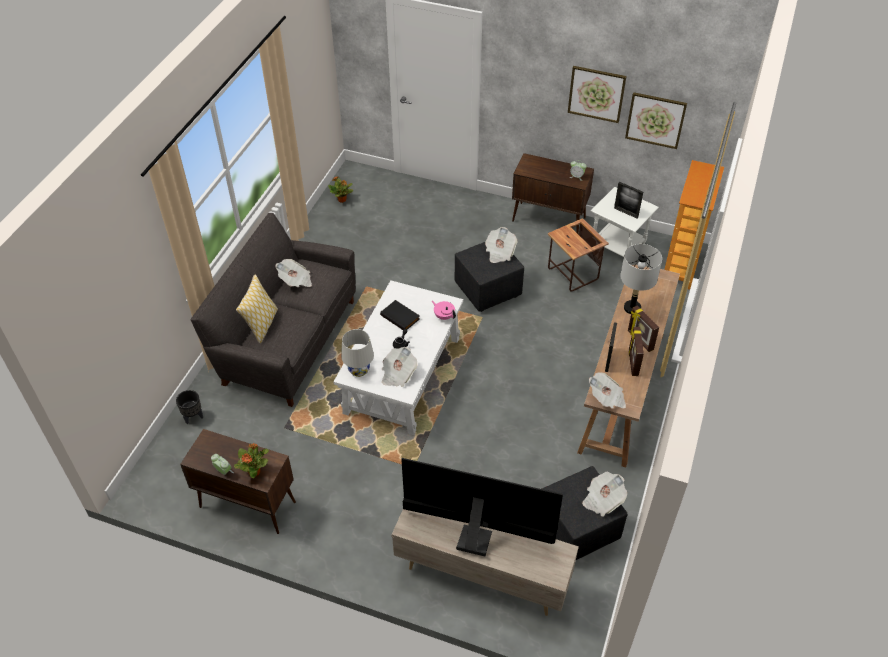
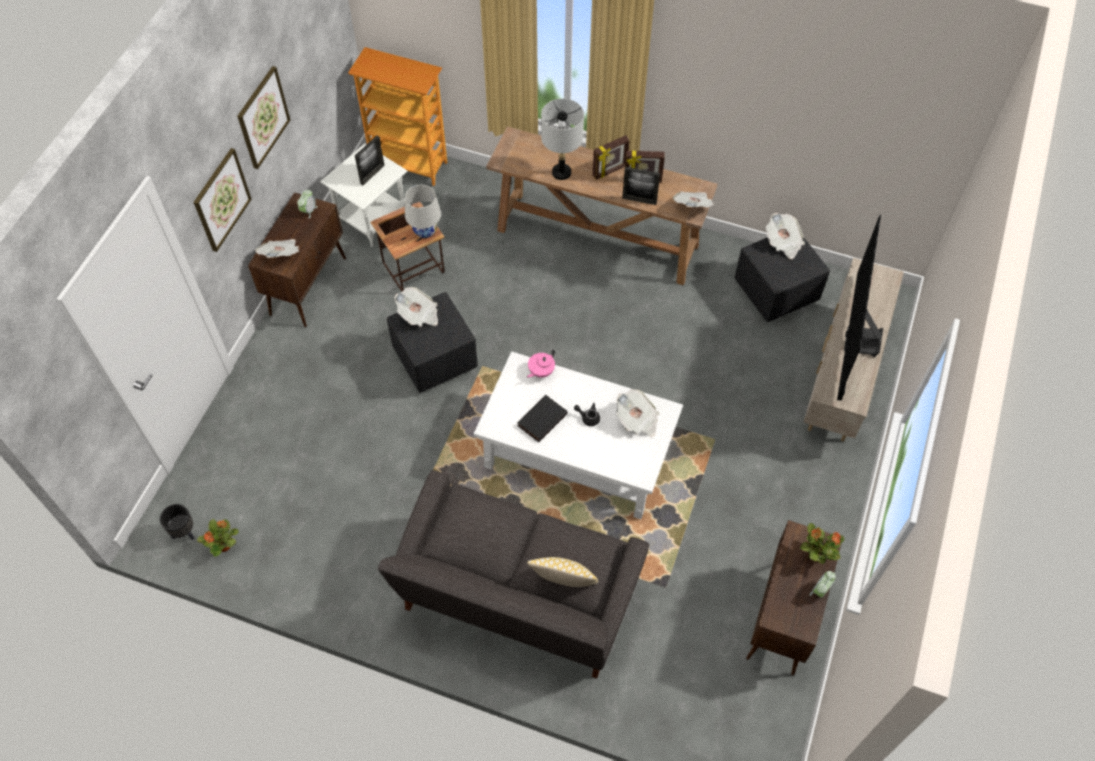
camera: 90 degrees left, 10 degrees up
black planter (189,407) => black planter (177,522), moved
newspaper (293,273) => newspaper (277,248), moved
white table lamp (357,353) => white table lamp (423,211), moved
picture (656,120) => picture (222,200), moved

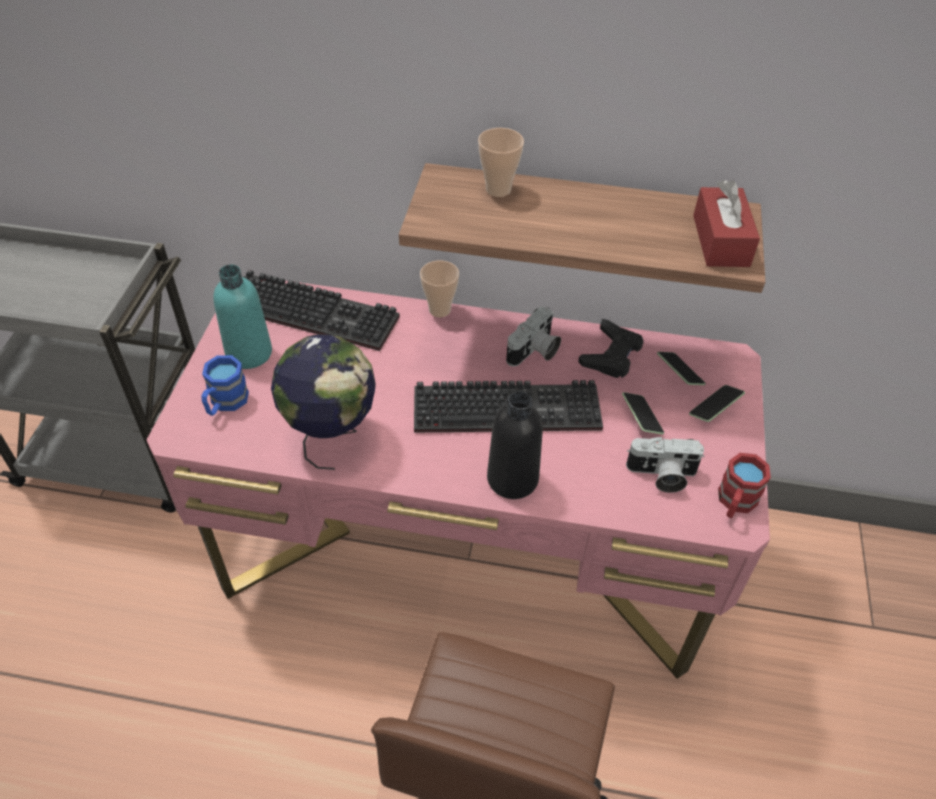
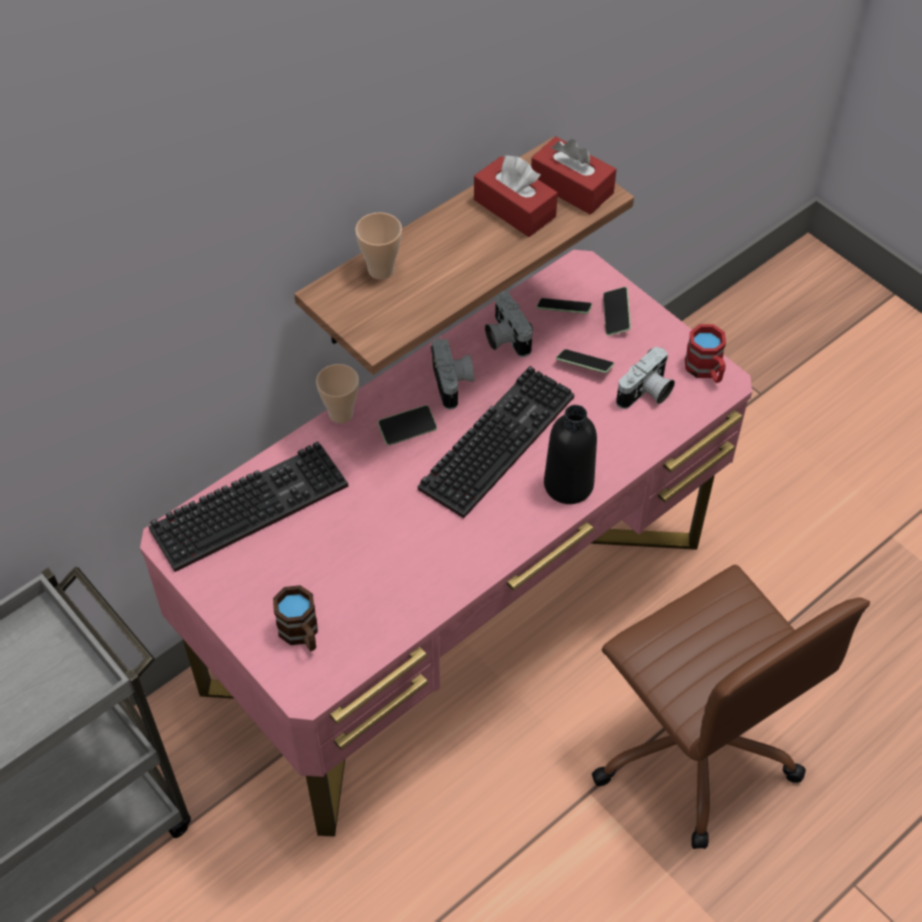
camera: 50 degrees left, 5 degrees up
turquoise bottle (242,316) => nothing
globe (323,402) => nothing
nothing => phone (407,425)
nothing => red tissue box (516,196)
black game controller (610,348) => photo camera (509,324)
blue mug (225,385) => brown mug (295,618)

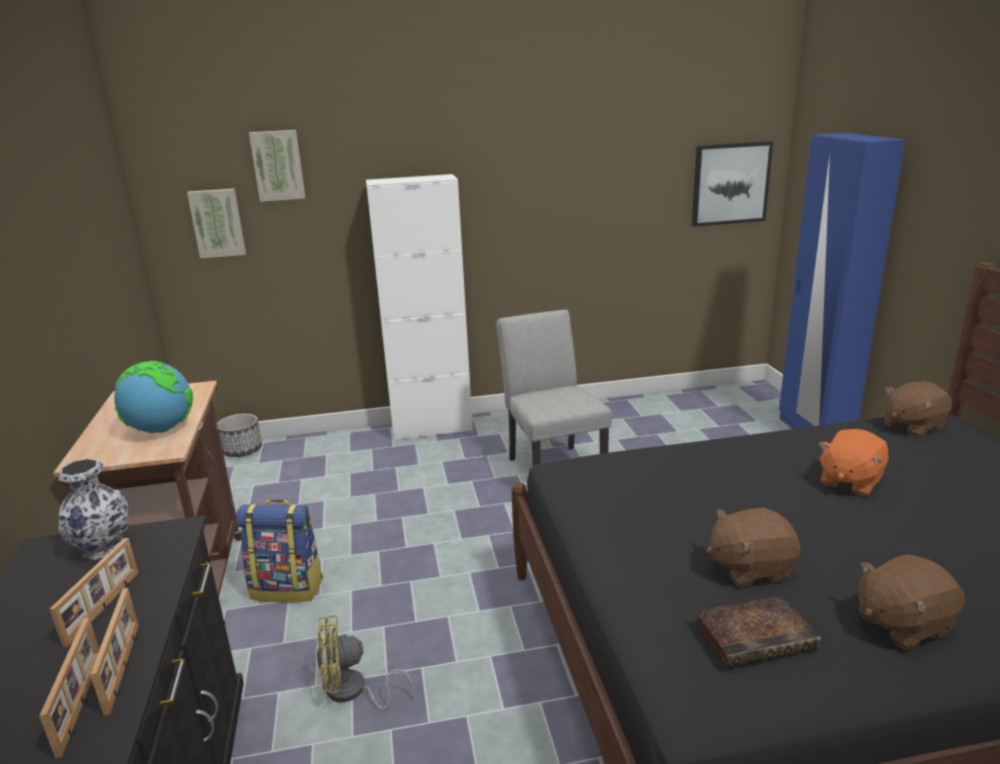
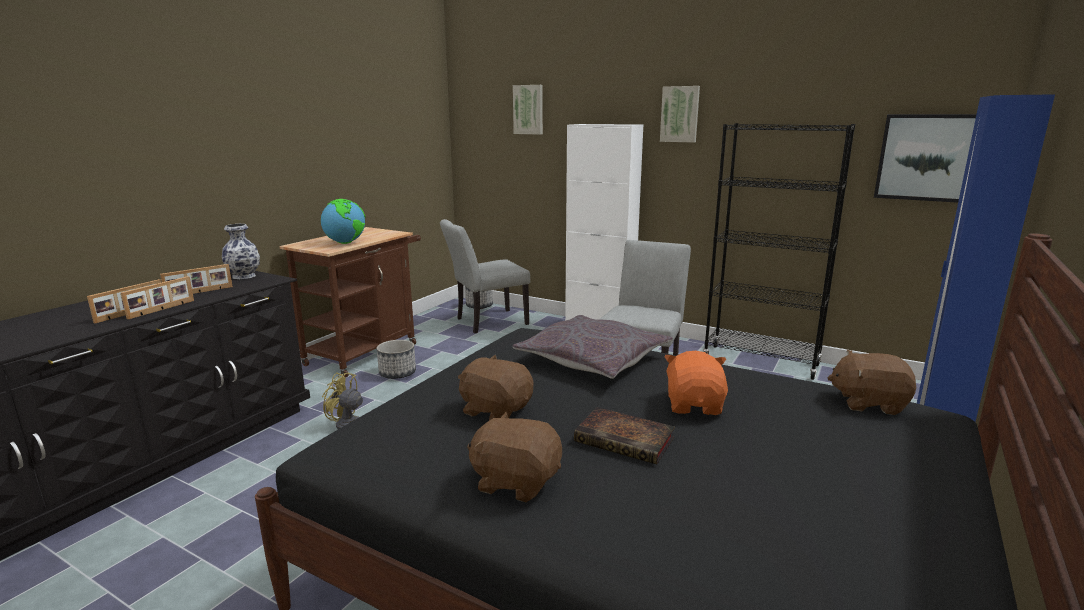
camera: 40 degrees right, 5 degrees down
nothing => grey chair (485,276)
nothing => grey pillow (592,347)
nothing => black bookcase (779,251)
picture (216,224) => picture (680,114), moved
book (757,631) => book (624,435), moved
backpack (279,550) => planter (396,359)
orange plush toy (854,462) => orange plush toy (696,383), 105 degrees clockwise

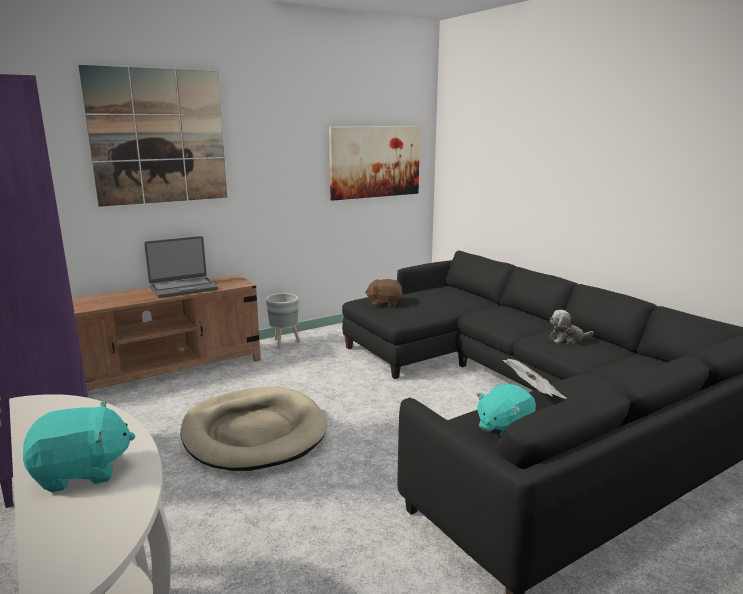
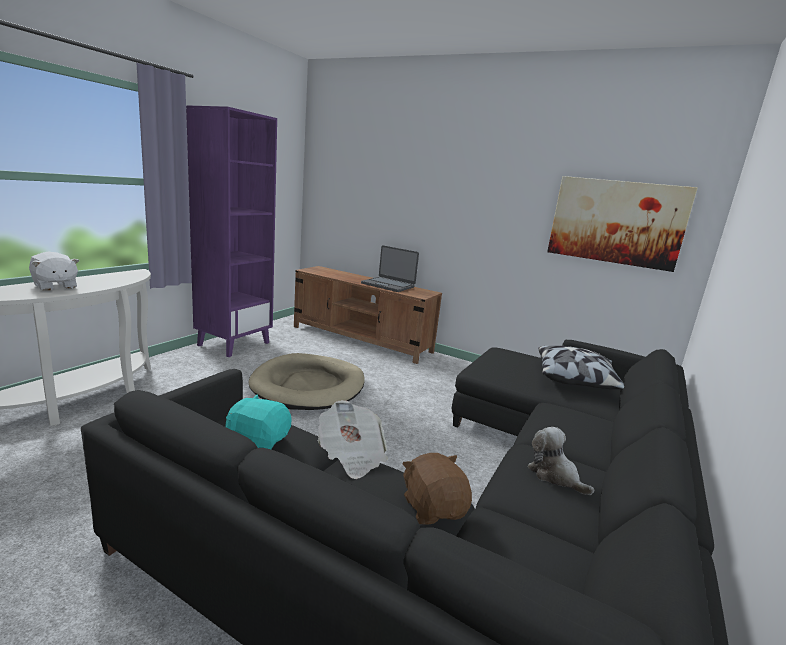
camera: 60 degrees right, 0 degrees up
picture (152,136) => nothing
grey planter (283,321) => nothing
nothing => pillow (581,367)
brown plush toy (384,293) => brown plush toy (437,489), moved
turquoise plush toy (79,446) => white plush toy (54,271)

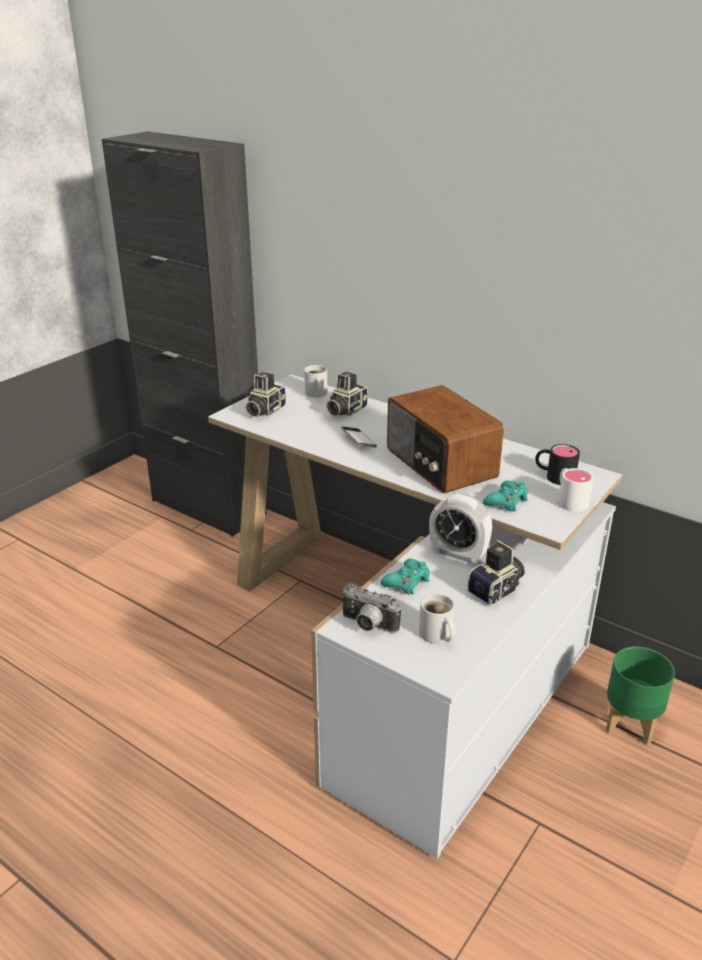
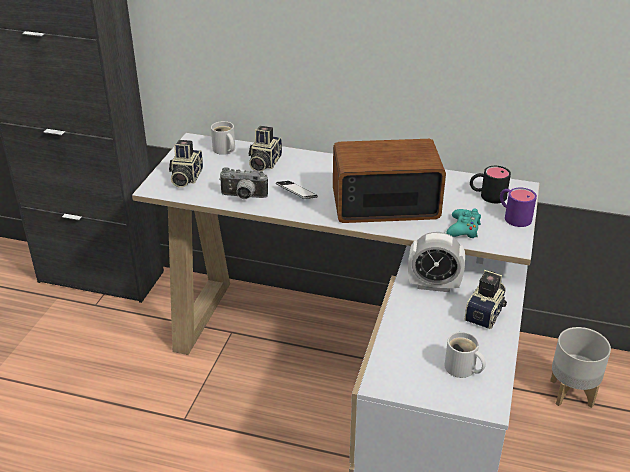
camera: 20 degrees left, 5 degrees up
turquoise game controller (405,576) => nothing
photo camera (371,608) => photo camera (243,183), moved
white mug (576,490) => purple mug (518,207)
green planter (640,695) => grey planter (580,367)
radio (445,439) => radio (389,181), 135 degrees clockwise

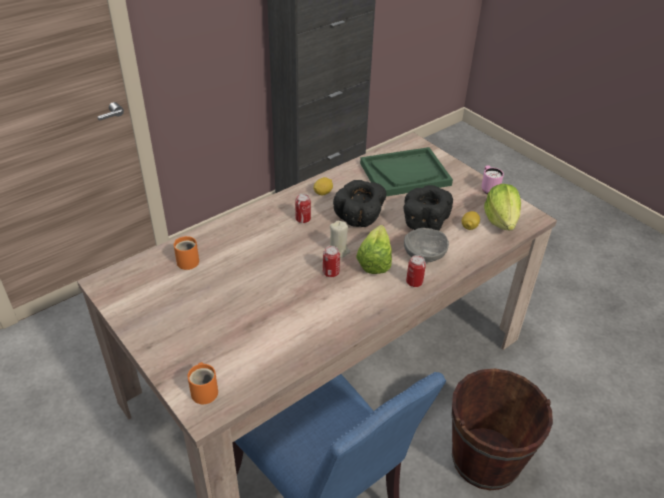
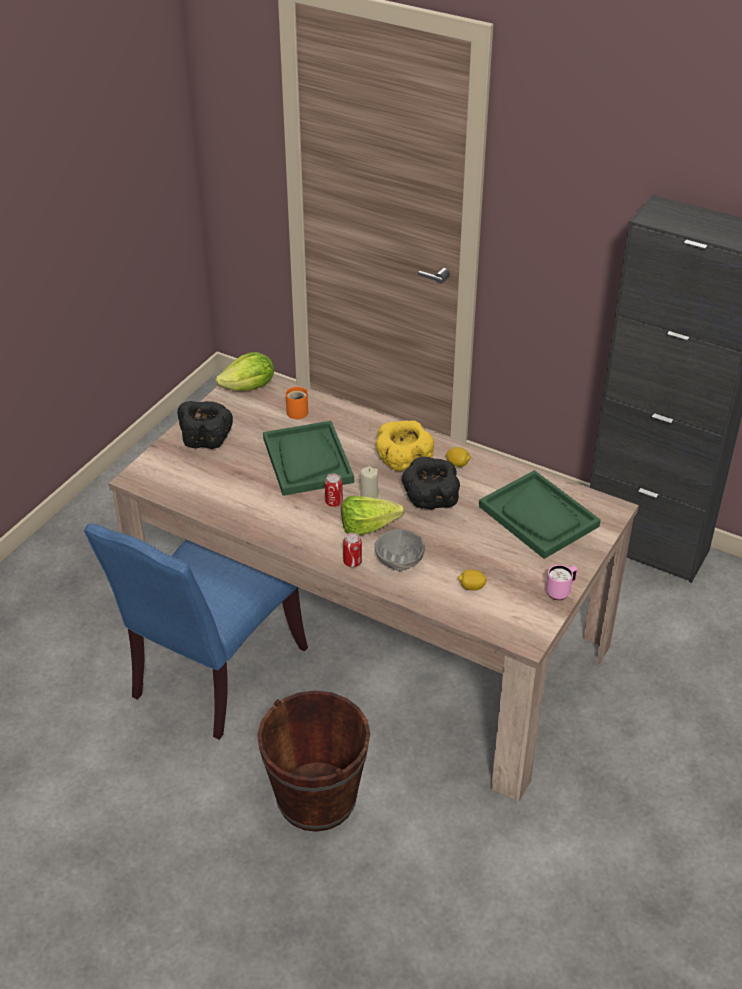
camera: 70 degrees right, 0 degrees up
orange mug (203,383) => nothing
nothing => green tray (308,458)
black bowl (428,208) => black bowl (205,425), moved
lettuce (502,207) => lettuce (244,371), moved
can (303,208) => yellow bowl (405,445)

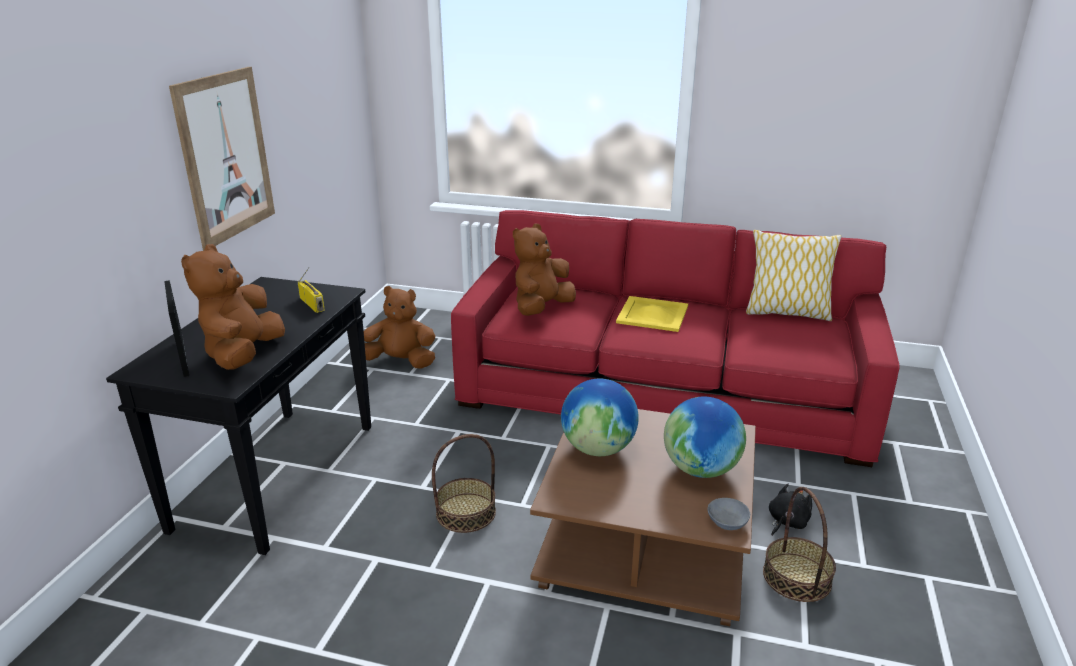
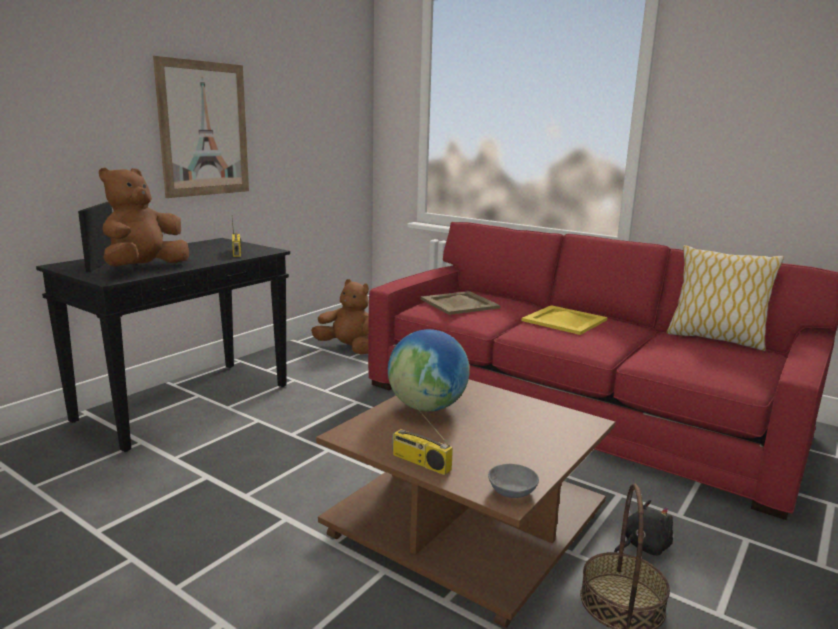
camera: 20 degrees right, 10 degrees down
basket (464,483) => nothing
globe (705,437) => nothing
nothing => radio (422,436)
brown plush toy (544,270) => beige tray (461,303)

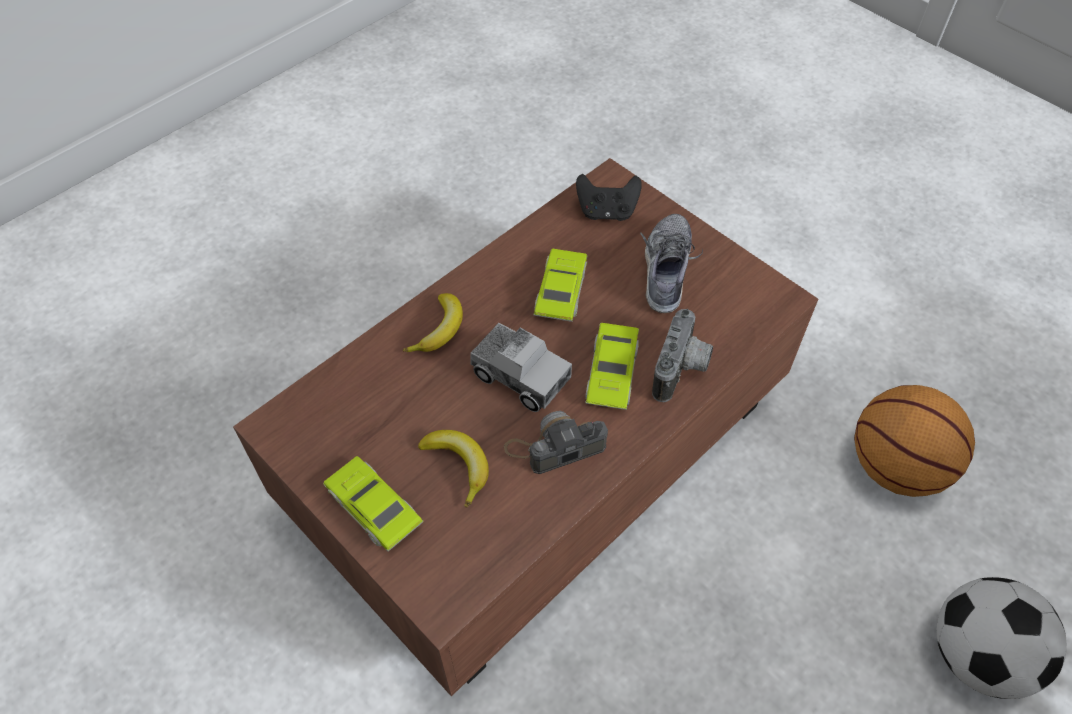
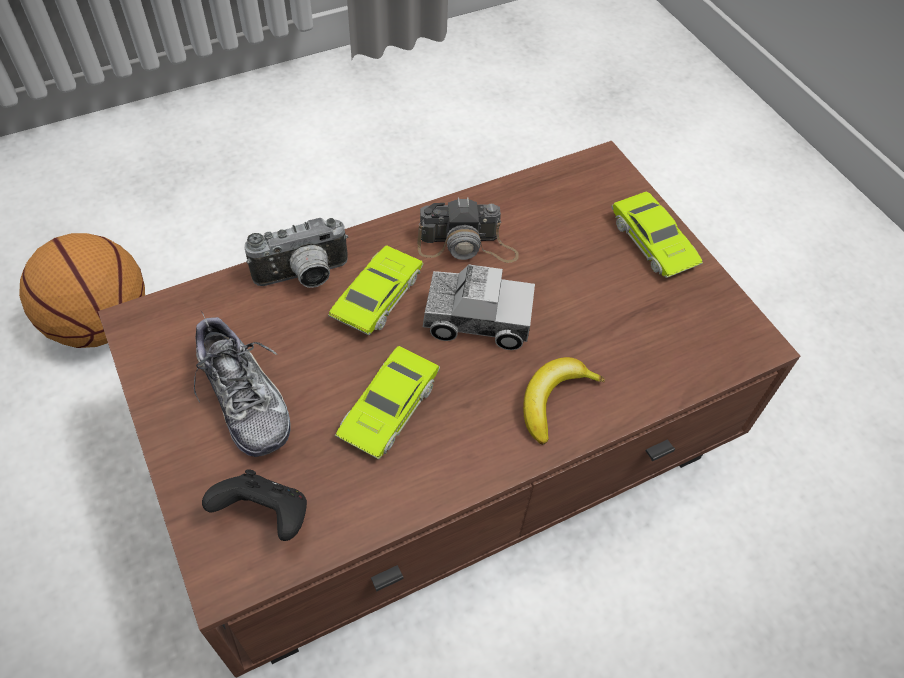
camera: 165 degrees left, 0 degrees up
banana (453,469) => nothing
football (1002,638) => nothing
toy truck (521,367) => toy truck (479,307), 135 degrees clockwise
shoe (671,263) => shoe (242,384), 60 degrees counterclockwise
photo camera (682,355) => photo camera (296,253), 150 degrees counterclockwise

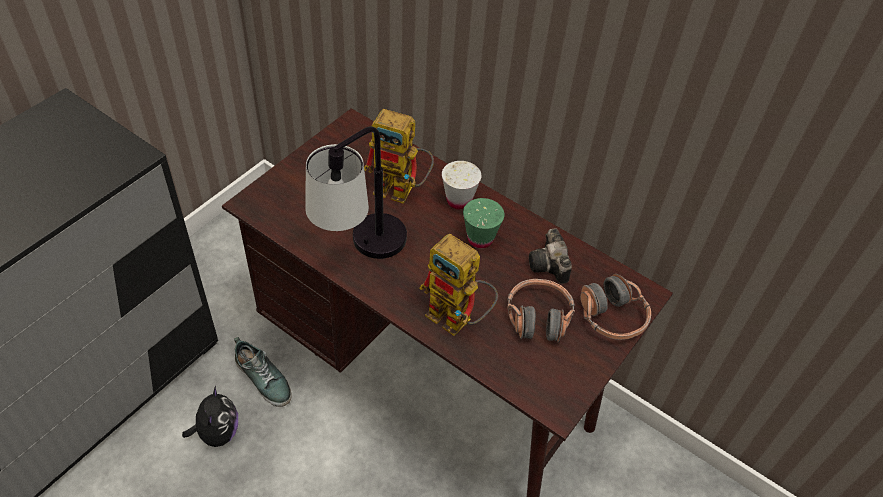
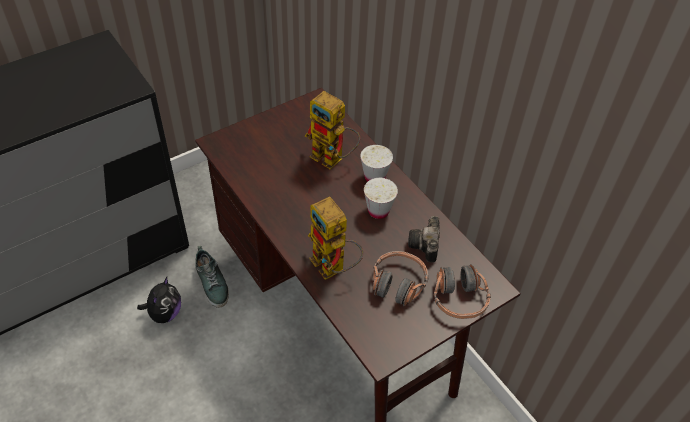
camera: 20 degrees right, 0 degrees up
table lamp (356,192) => nothing
green cup (484,223) => white cup (381,198)

